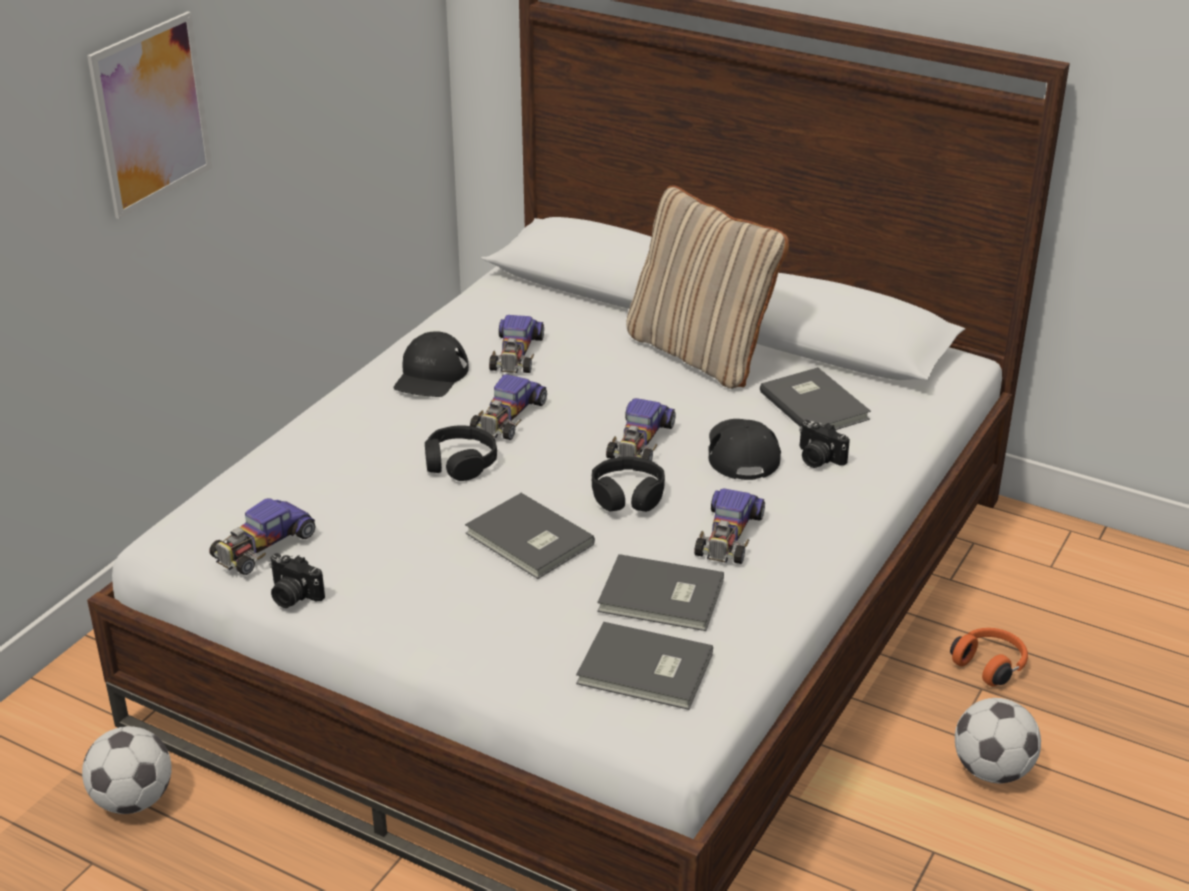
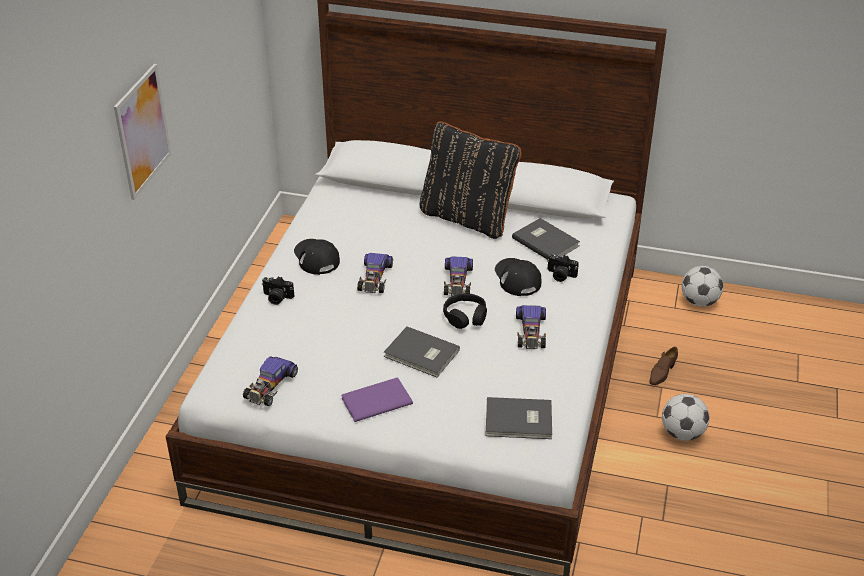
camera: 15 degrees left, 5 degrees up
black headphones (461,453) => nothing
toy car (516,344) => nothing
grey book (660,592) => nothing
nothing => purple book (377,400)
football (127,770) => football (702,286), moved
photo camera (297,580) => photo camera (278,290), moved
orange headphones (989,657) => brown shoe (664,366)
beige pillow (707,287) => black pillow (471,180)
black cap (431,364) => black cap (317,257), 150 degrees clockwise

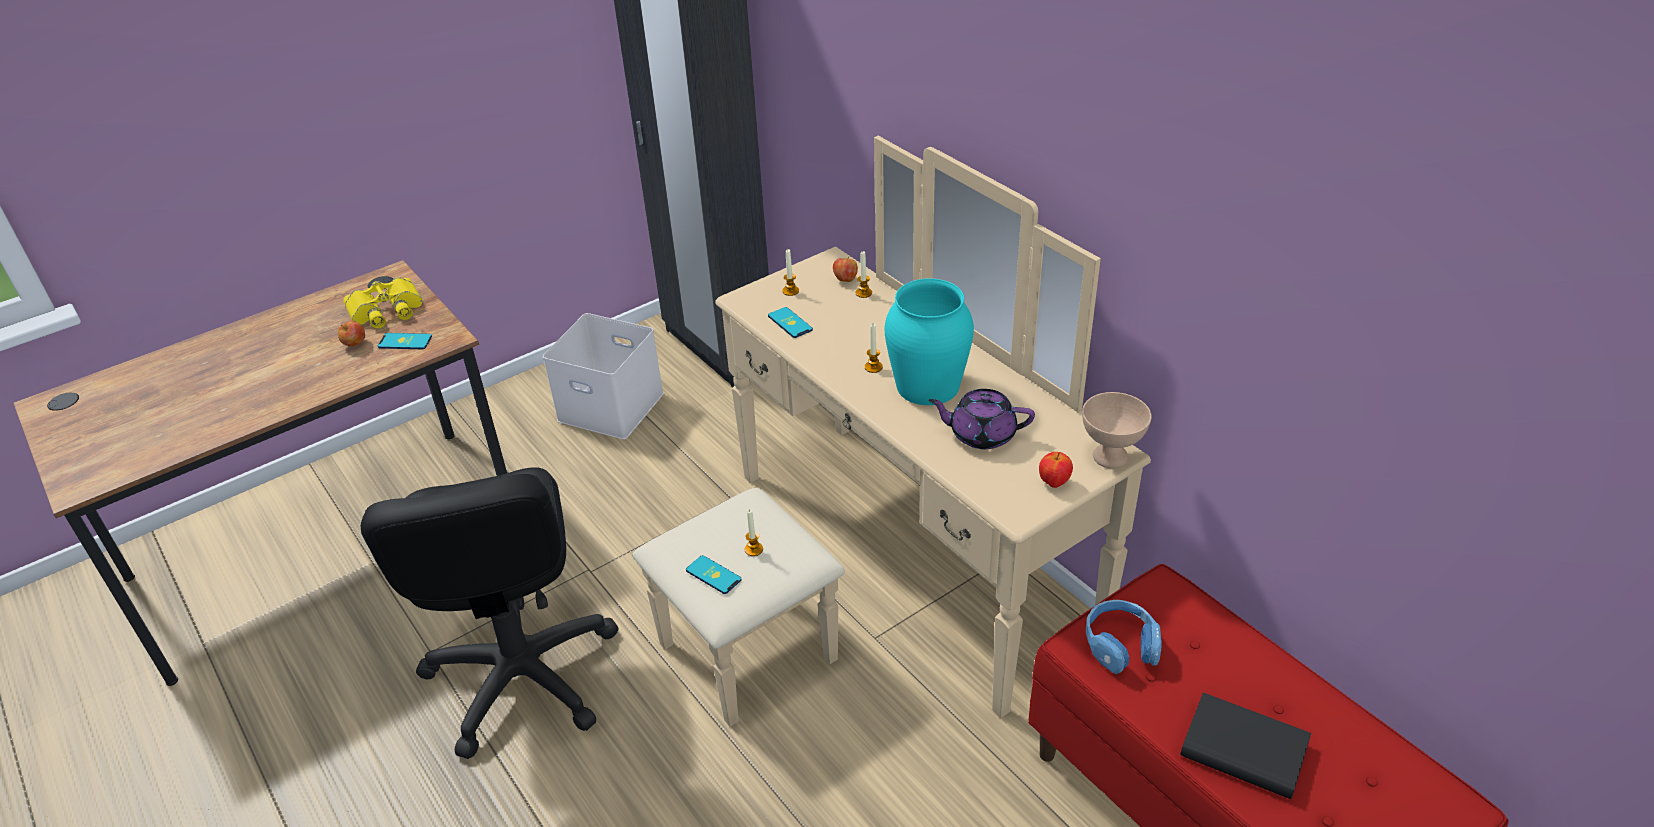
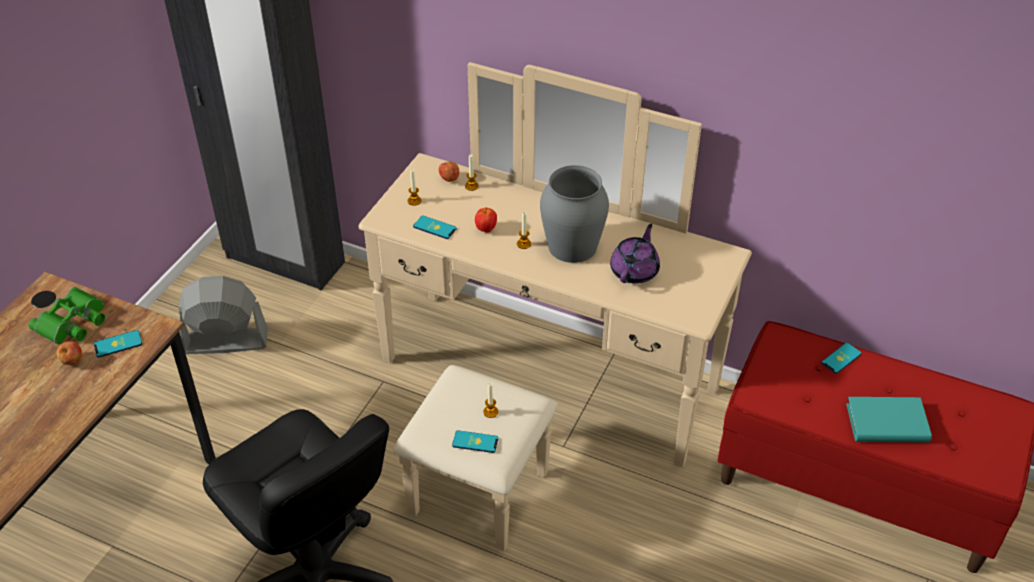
camera: 30 degrees left, 5 degrees up
beige bowl (1116,430) => nothing
blue headphones (1124,637) => nothing
nothing => phone (841,358)
apple (1056,470) => apple (486,220), moved
white storage box (603,376) => grey fan (223,315)
yellow binoculars (383,303) => green binoculars (67,315)
turquoise vase (929,341) => grey vase (574,214)
black book (1245,746) => turquoise book (889,420)
purple teapot (981,419) => purple teapot (635,254), 135 degrees clockwise

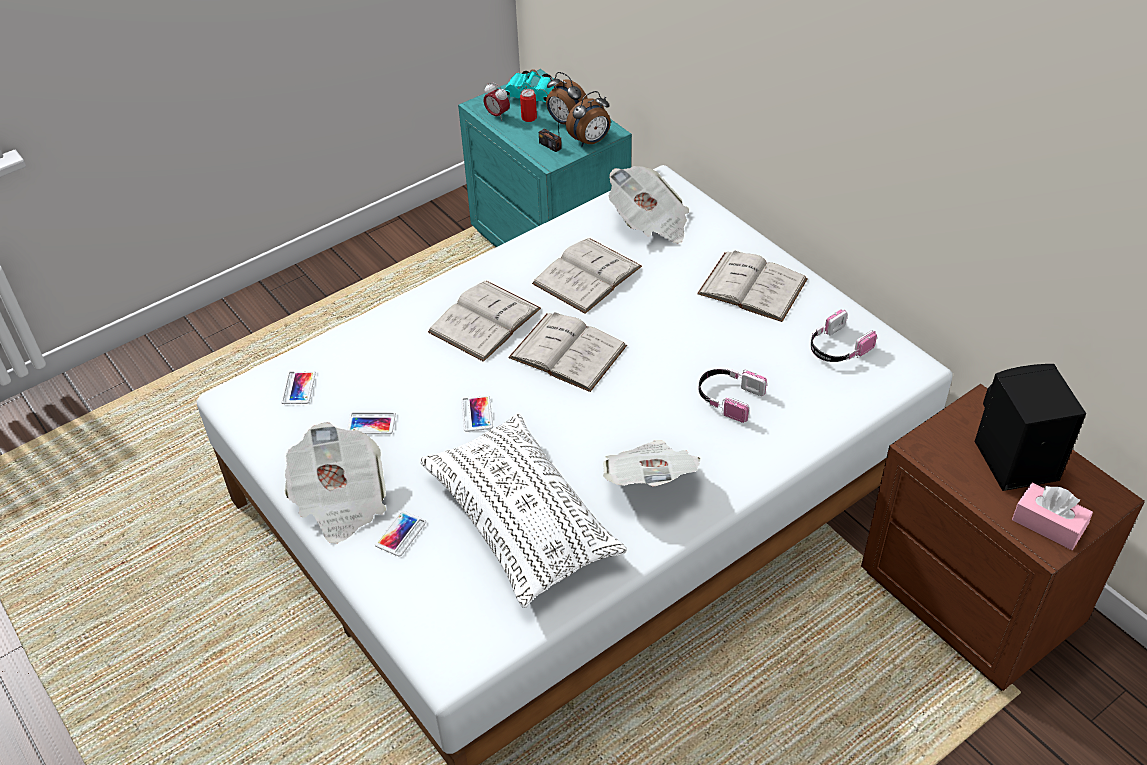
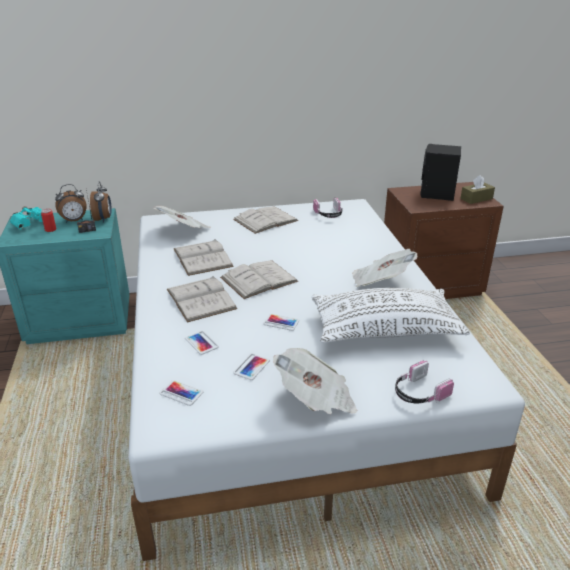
camera: 65 degrees left, 15 degrees down
alarm clock (496,101) => nothing
phone (400,533) => phone (202,343), moved
headphones (733,396) => headphones (424,381), moved
pink tissue box (1052,516) => brown tissue box (477,189)

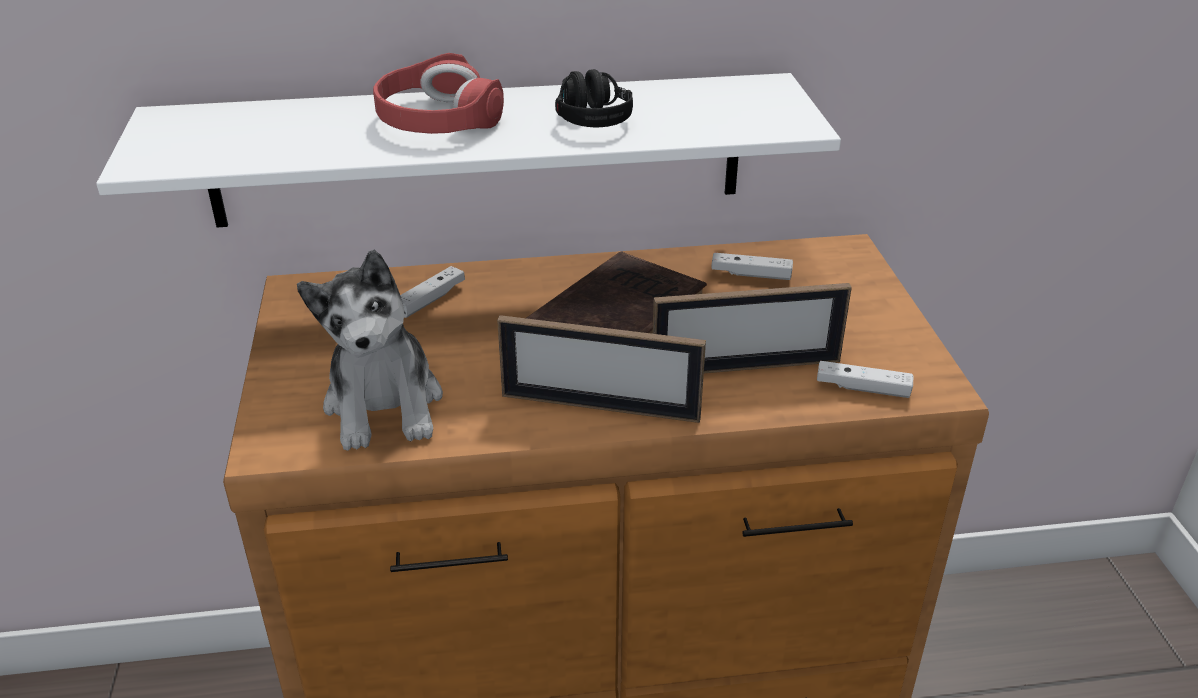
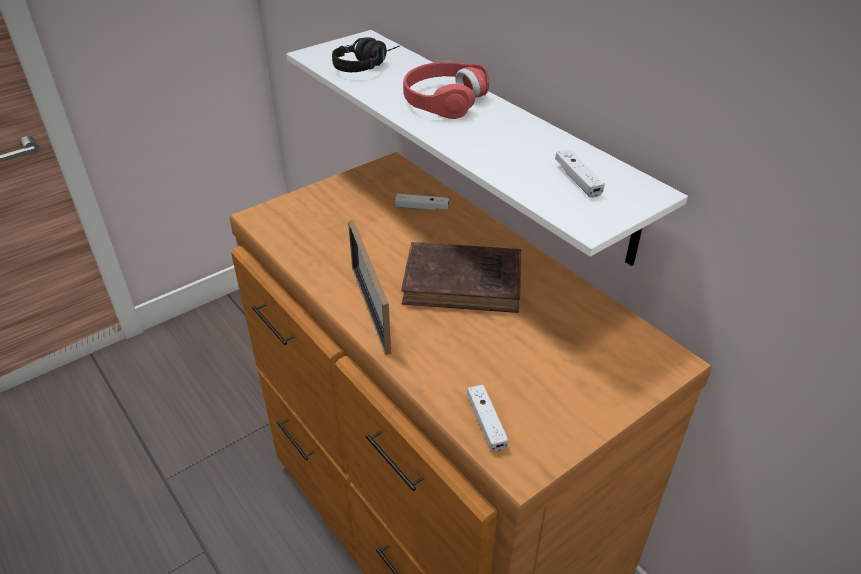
camera: 60 degrees right, 5 degrees up
plush toy (370,350) => nothing
picture frame (752,328) => nothing
black headphones (594,98) => black headphones (366,54), moved
white game controller (752,266) => white game controller (580,174), moved

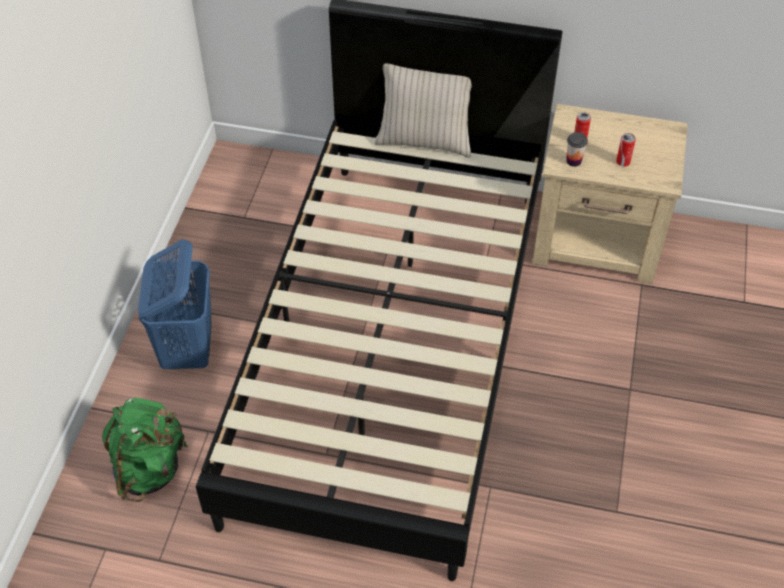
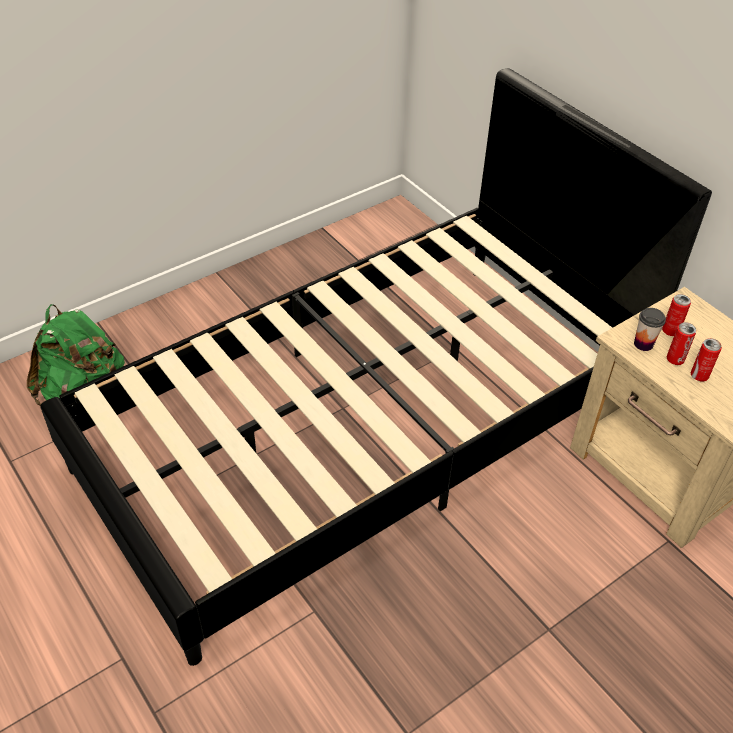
camera: 40 degrees right, 5 degrees down
blue laundry basket (175,304) => nothing
beige pillow (423,110) => nothing
nothing => can (681,343)

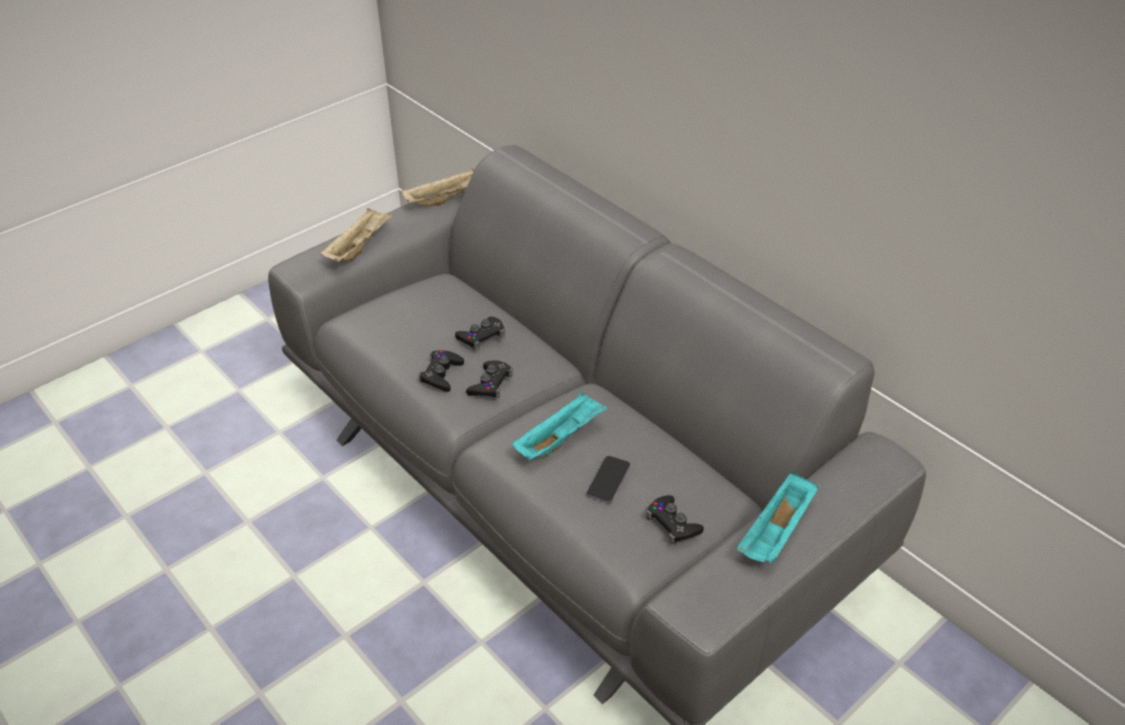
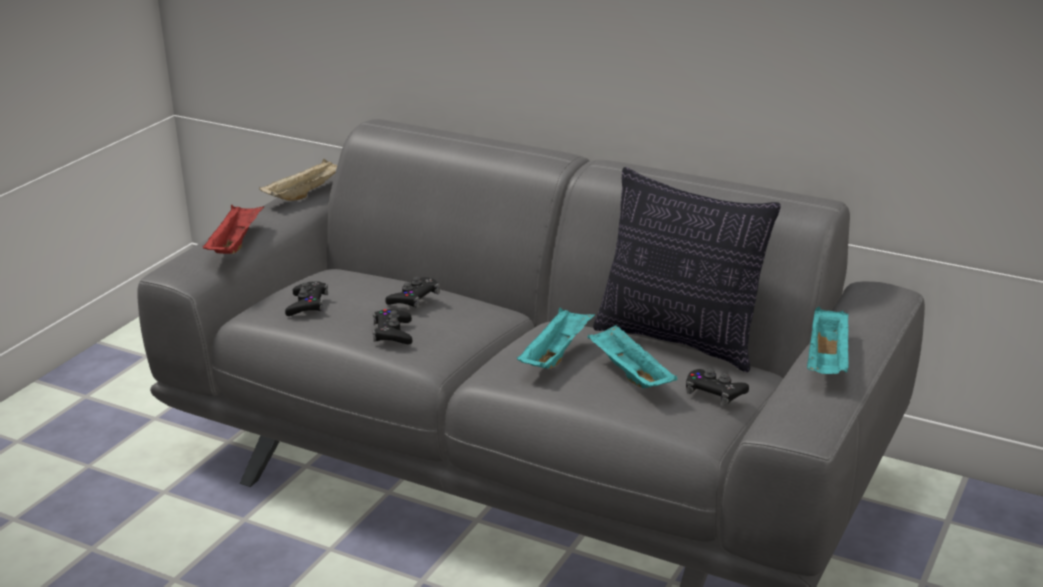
camera: 20 degrees left, 15 degrees down
nothing => pillow (687,269)
black game controller (489,379) => black game controller (306,298), moved
phone (608,479) => turquoise tray (632,356)
beige tray (357,235) => red tray (233,229)

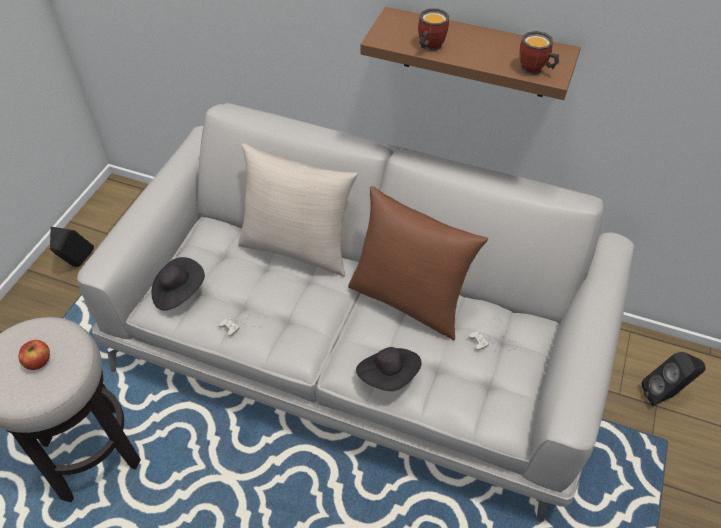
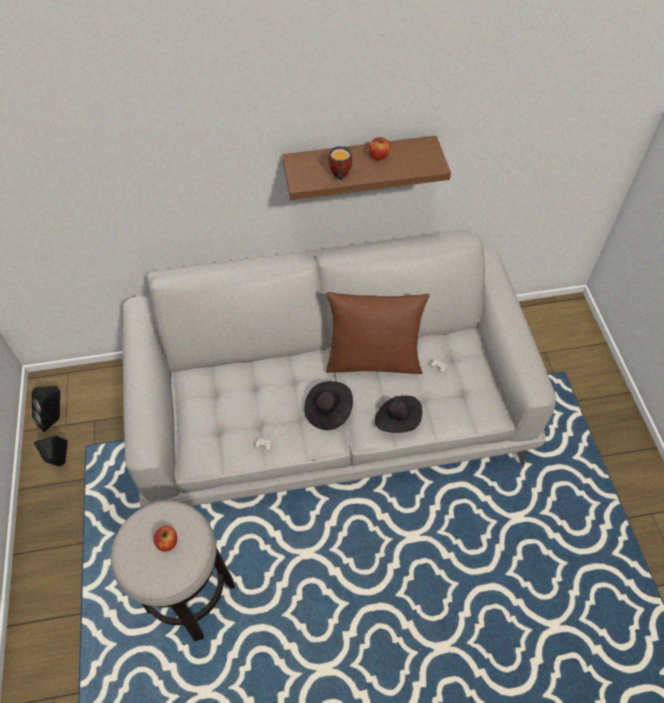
camera: 30 degrees left, 5 degrees up
beige pillow (298,210) => nothing
mug (539,53) => nothing
nothing => apple (380,148)
black hat (178,283) => black hat (328,405), moved
black speaker (674,379) => black speaker (46,409), moved

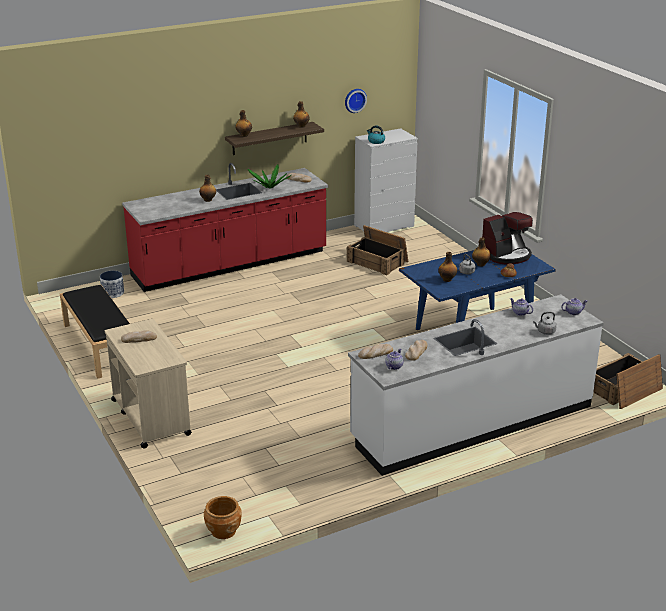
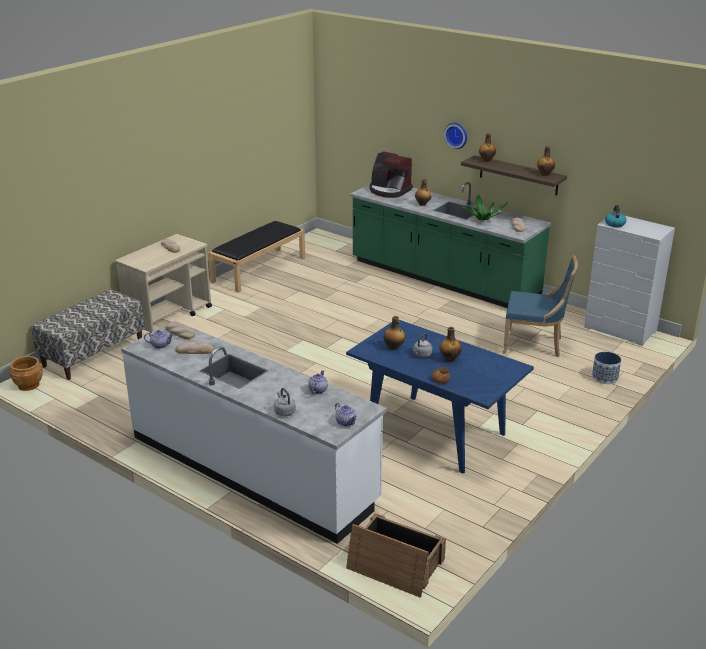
camera: 65 degrees right, 0 degrees up
nothing => bench (88,334)
planter (112,284) => planter (606,368), moved
wall clock (356,101) => wall clock (455,136), moved
coffee machine (507,238) => coffee machine (391,174), moved
crate (378,250) => blue chair (540,306)
red counter (225,227) => green counter (450,245)

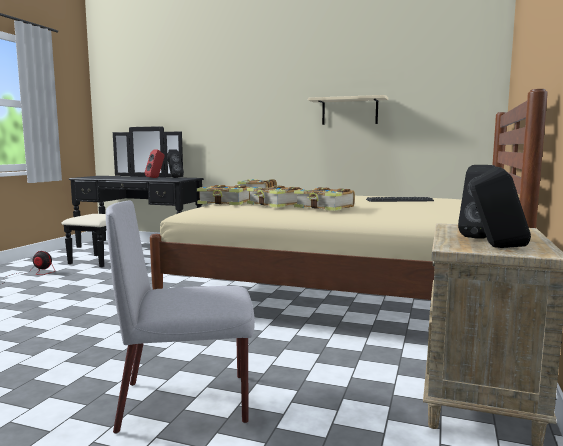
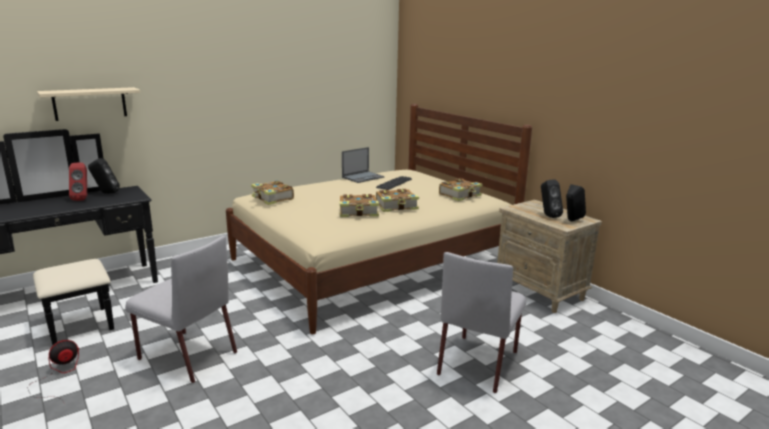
camera: 55 degrees left, 10 degrees up
nothing => grey chair (181,309)
nothing => laptop (363,165)
book (223,195) => book (460,189), moved
beige shelf (348,110) => beige shelf (89,104), moved

